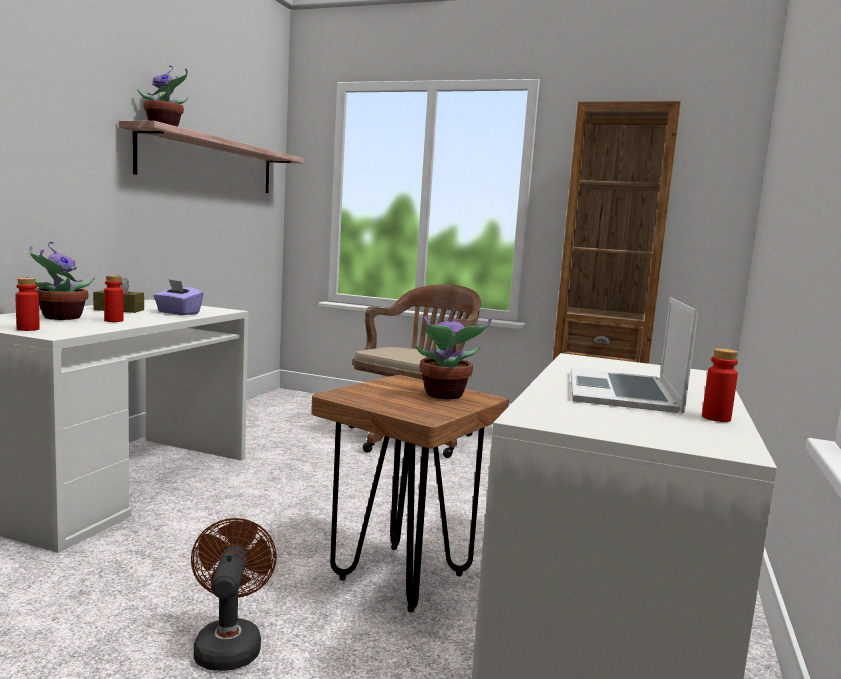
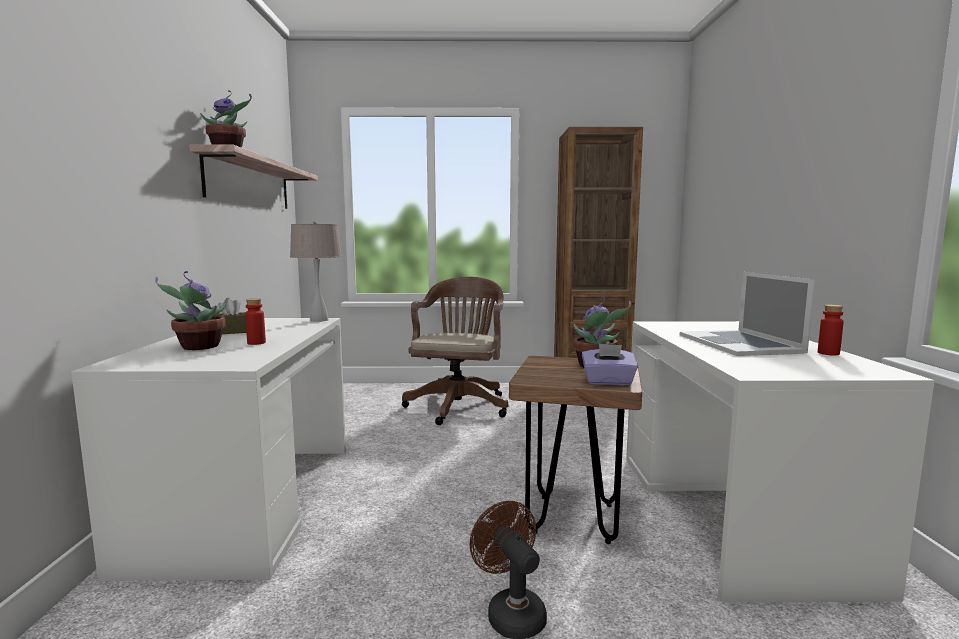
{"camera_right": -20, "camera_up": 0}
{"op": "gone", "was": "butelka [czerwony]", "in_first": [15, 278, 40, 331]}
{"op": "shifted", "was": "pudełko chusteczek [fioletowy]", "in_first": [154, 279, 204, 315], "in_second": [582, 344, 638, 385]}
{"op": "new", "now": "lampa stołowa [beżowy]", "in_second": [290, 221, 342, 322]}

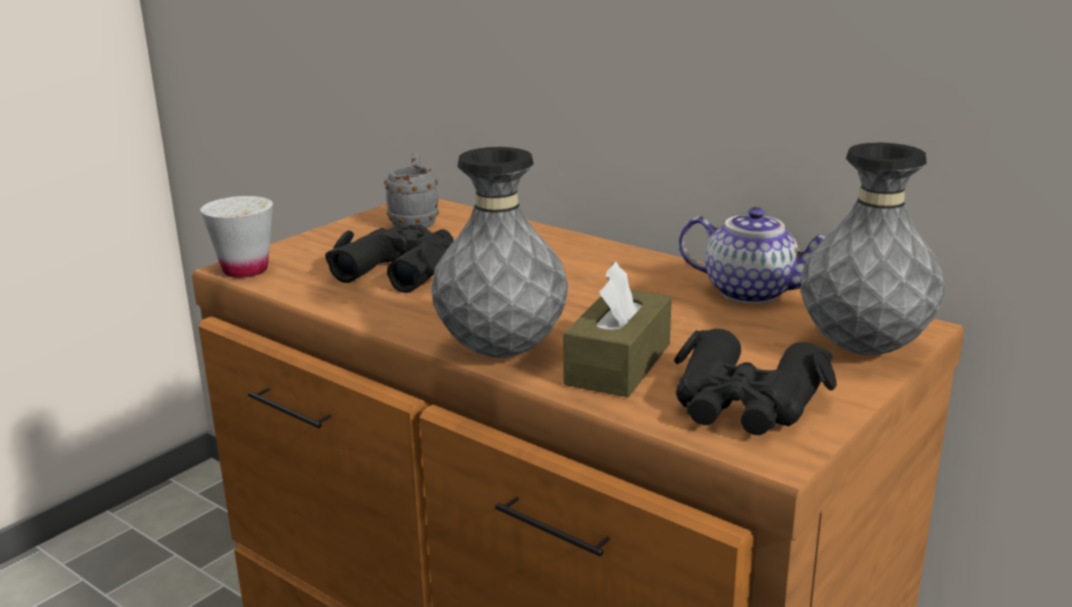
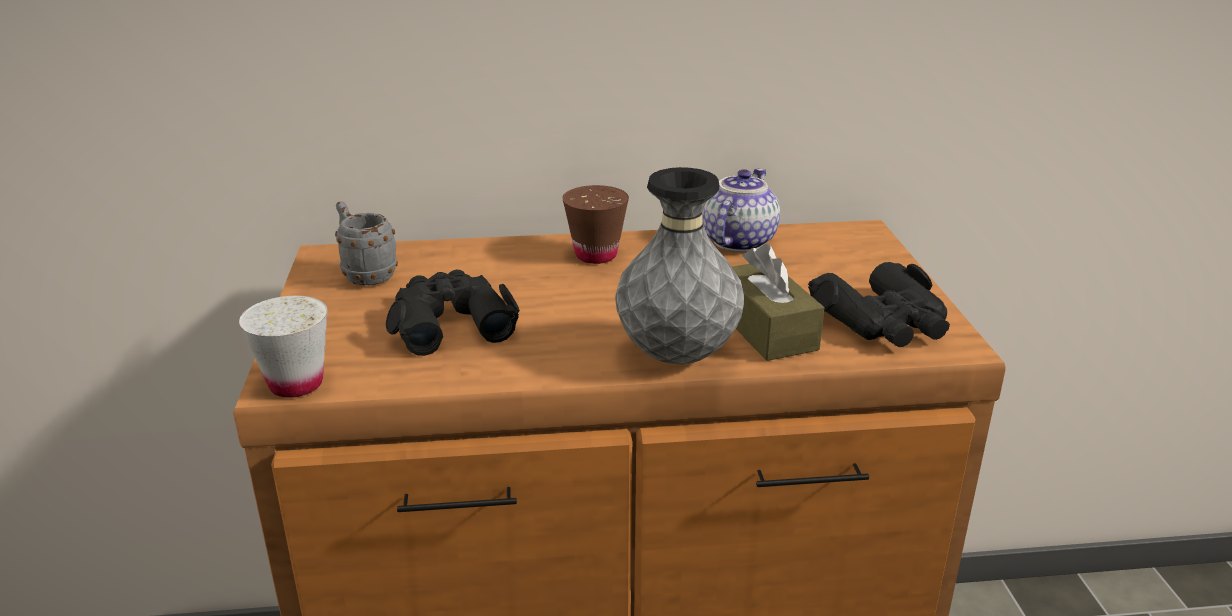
{"camera_right": -45, "camera_up": 5}
{"op": "rotated", "was": "imbryk", "in_first": [679, 207, 826, 304], "in_second": [702, 169, 780, 252], "clockwise": -45}
{"op": "gone", "was": "wazon [szary]", "in_first": [801, 143, 945, 355]}
{"op": "new", "now": "filiżanka [brązowy]", "in_second": [562, 185, 629, 264]}

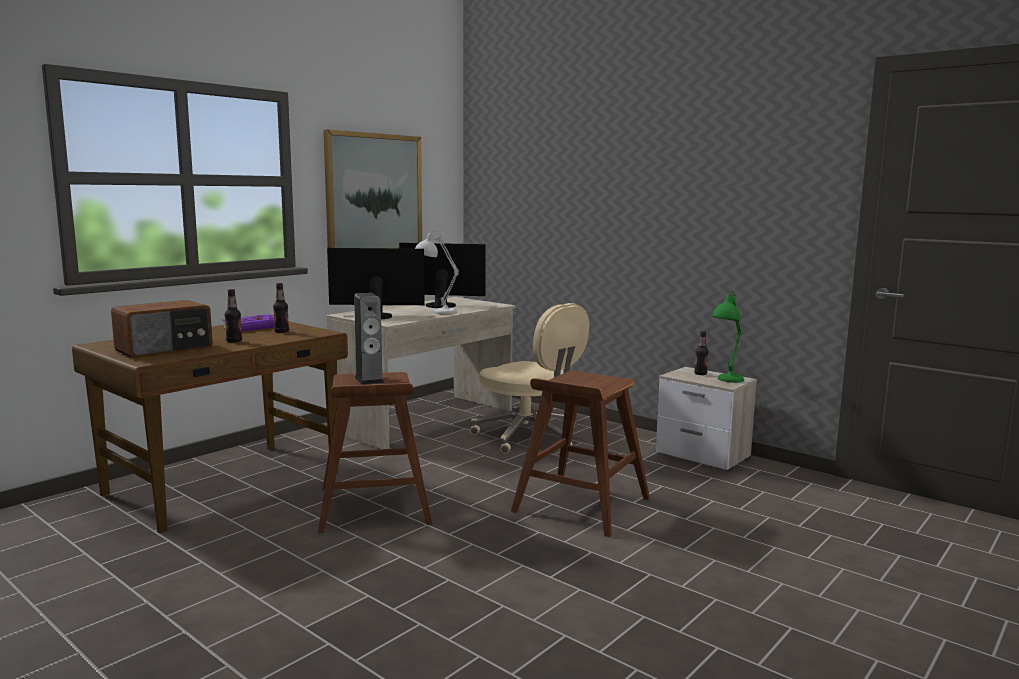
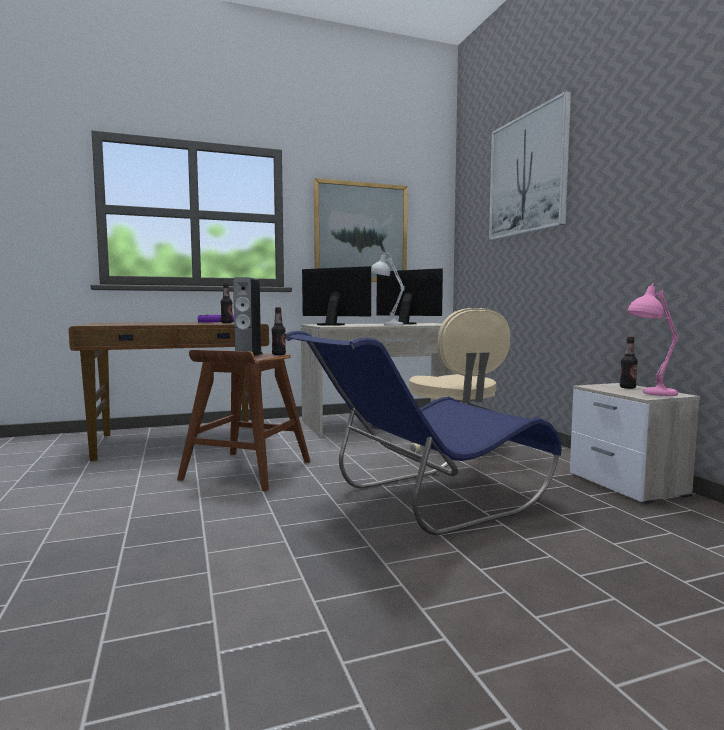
{"camera_right": 30, "camera_up": -5}
{"op": "gone", "was": "radio", "in_first": [111, 300, 213, 359]}
{"op": "shifted", "was": "butelka", "in_first": [225, 289, 242, 343], "in_second": [272, 307, 286, 355]}
{"op": "swapped", "was": "stołek [brązowy]", "now": "krzesło [niebieski]", "in_first": [511, 371, 650, 537], "in_second": [285, 331, 561, 535]}
{"op": "repainted", "was": "lampa stołowa [zielony]", "now": "lampa stołowa [różowy]", "in_first": [712, 291, 744, 383], "in_second": [627, 282, 678, 396]}
{"op": "new", "now": "obraz", "in_second": [489, 91, 571, 240]}

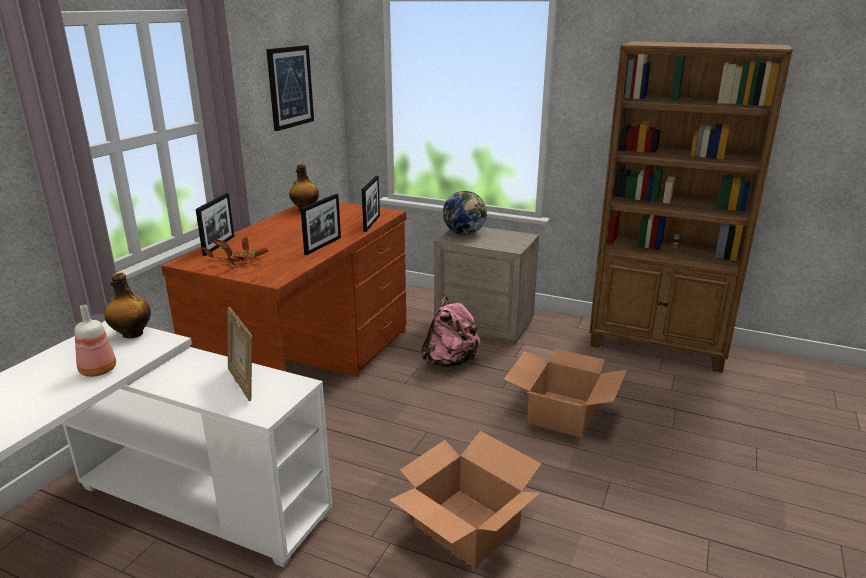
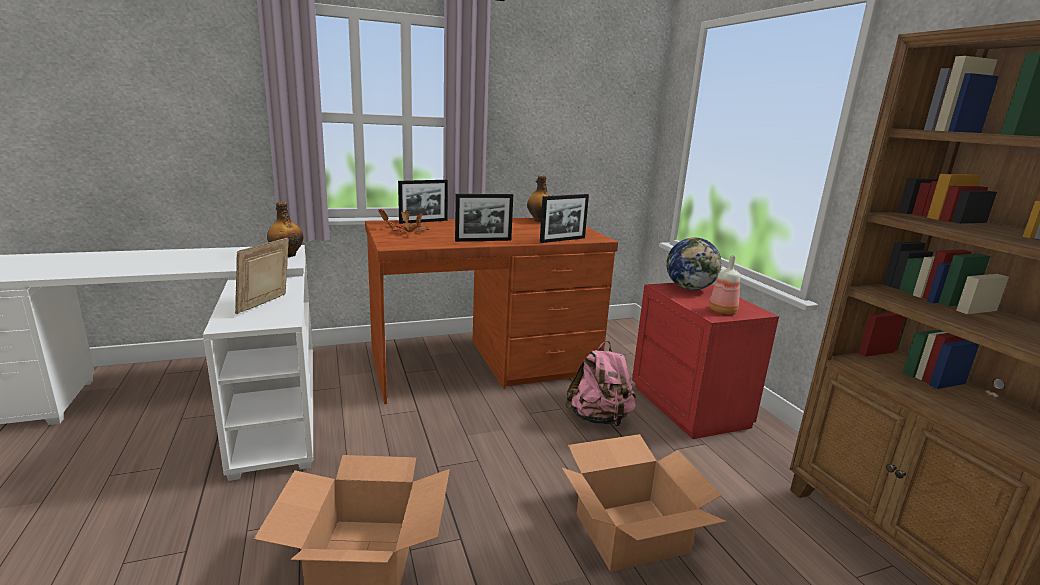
{"camera_right": 45, "camera_up": -5}
{"op": "shifted", "was": "butelka", "in_first": [74, 305, 116, 377], "in_second": [709, 255, 740, 314]}
{"op": "gone", "was": "obraz", "in_first": [266, 45, 314, 131]}
{"op": "repainted", "was": "szafka nocna [beżowy]", "now": "szafka nocna [czerwony]", "in_first": [434, 227, 539, 345], "in_second": [632, 283, 779, 439]}

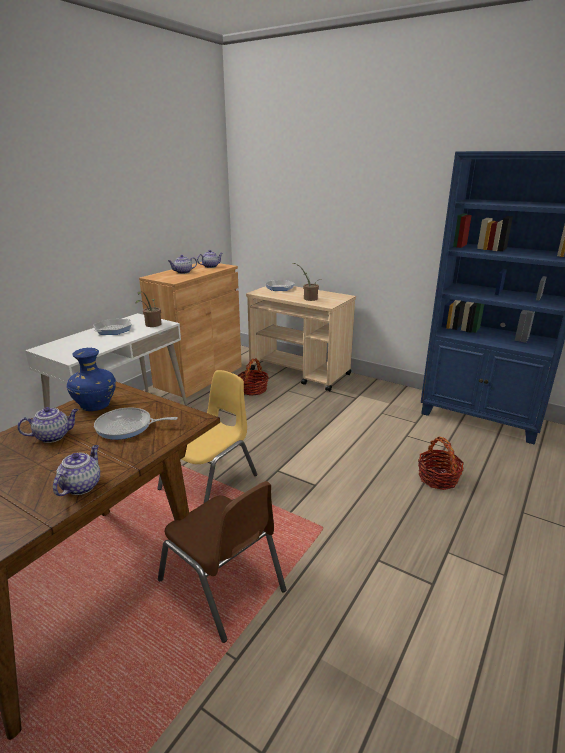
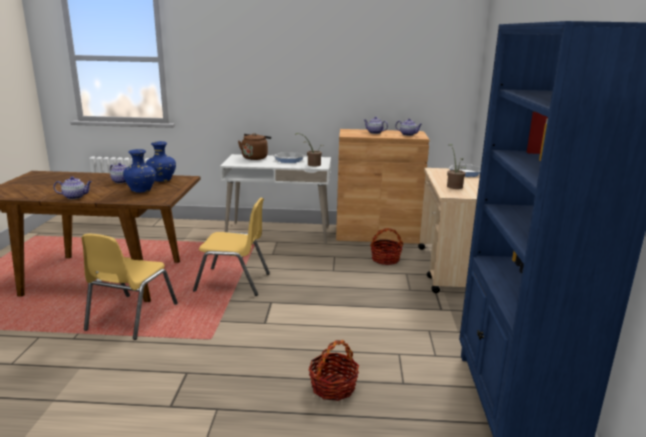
{"camera_right": 60, "camera_up": -5}
{"op": "swapped", "was": "patelnia", "now": "wazon [niebieski]", "in_first": [94, 407, 178, 440], "in_second": [123, 149, 156, 193]}
{"op": "repainted", "was": "krzesło [brązowy]", "now": "krzesło [żółty]", "in_first": [158, 481, 286, 643], "in_second": [81, 234, 178, 340]}
{"op": "new", "now": "czajnik [brązowy]", "in_second": [238, 133, 271, 160]}

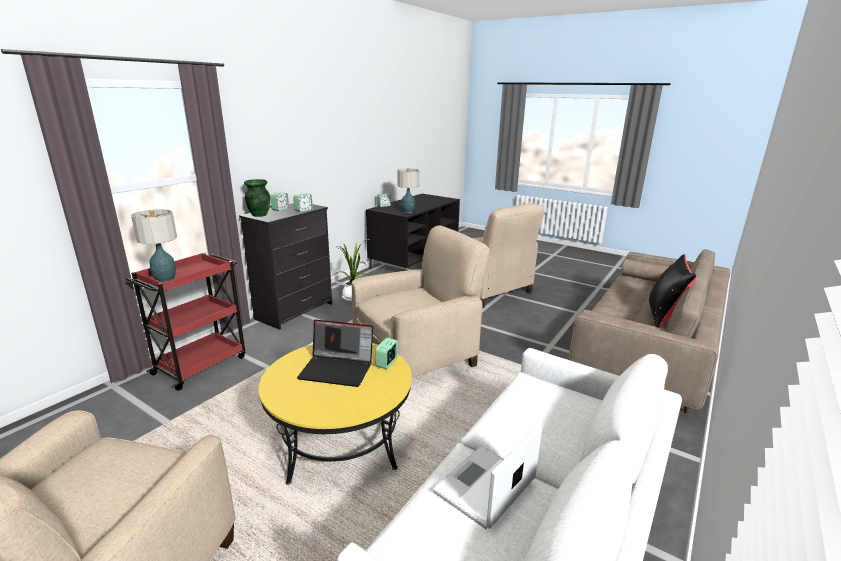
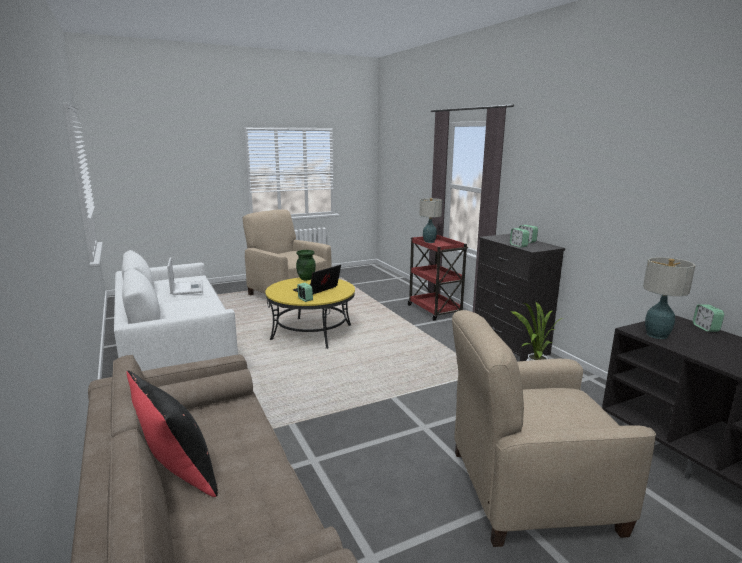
{"camera_right": 120, "camera_up": -5}
{"op": "shifted", "was": "wazon [zielony]", "in_first": [244, 179, 270, 217], "in_second": [296, 250, 316, 280]}
{"op": "gone", "was": "fotel [beżowy]", "in_first": [352, 226, 490, 377]}

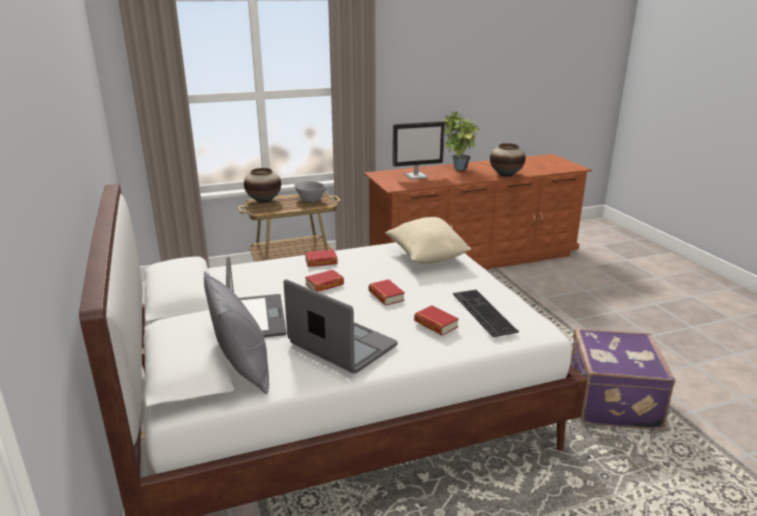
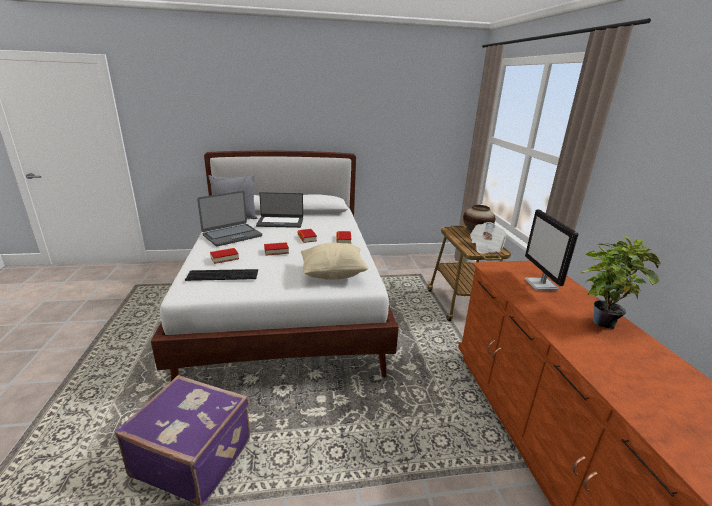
{"camera_right": 100, "camera_up": 0}
{"op": "swapped", "was": "miska [szary]", "now": "gazeta", "in_first": [294, 180, 326, 202], "in_second": [470, 222, 507, 254]}
{"op": "gone", "was": "wazon", "in_first": [490, 143, 526, 177]}

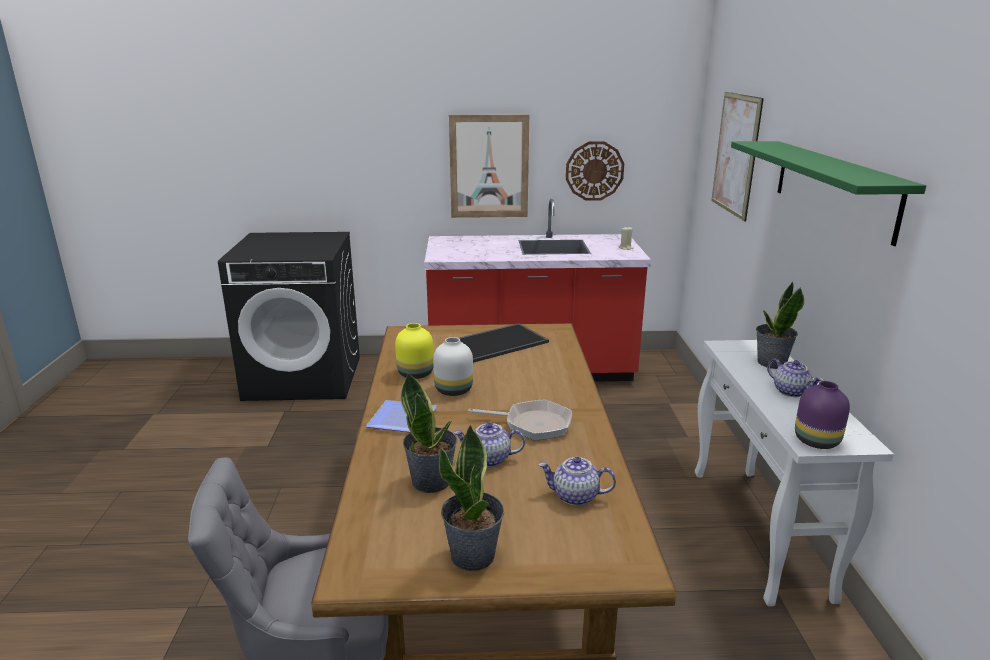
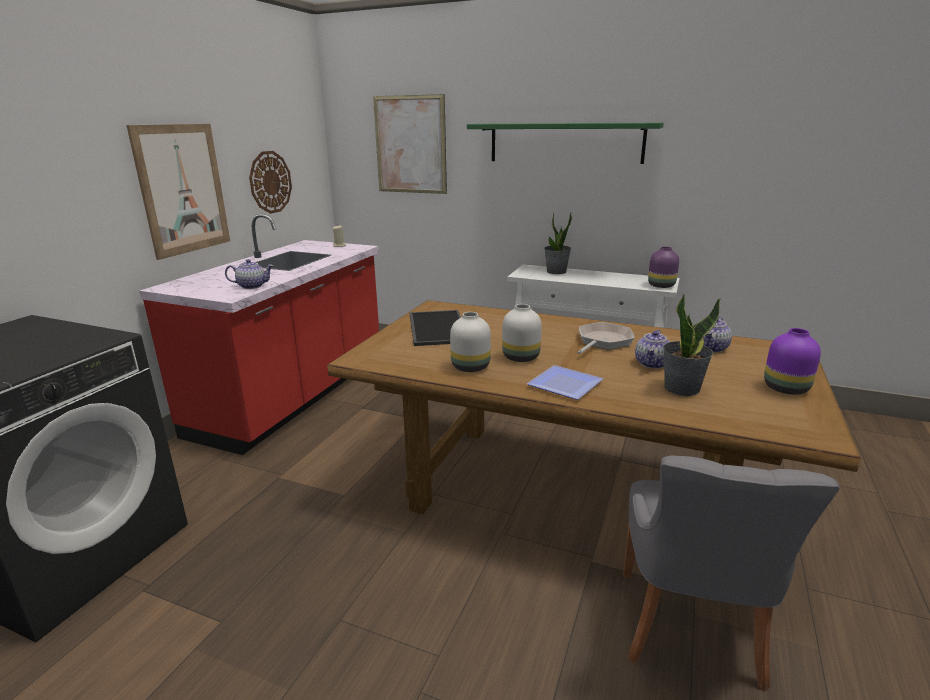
{"camera_right": -65, "camera_up": 0}
{"op": "repainted", "was": "wazon [żółty]", "now": "wazon [biały]", "in_first": [395, 323, 434, 379], "in_second": [450, 312, 491, 372]}
{"op": "swapped", "was": "roślina doniczkowa", "now": "wazon [fioletowy]", "in_first": [439, 424, 504, 571], "in_second": [764, 328, 821, 395]}
{"op": "shifted", "was": "imbryk", "in_first": [767, 358, 823, 397], "in_second": [225, 259, 274, 289]}

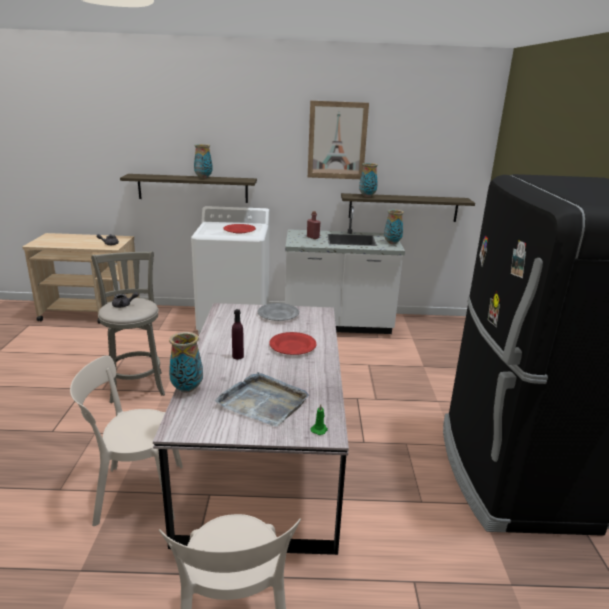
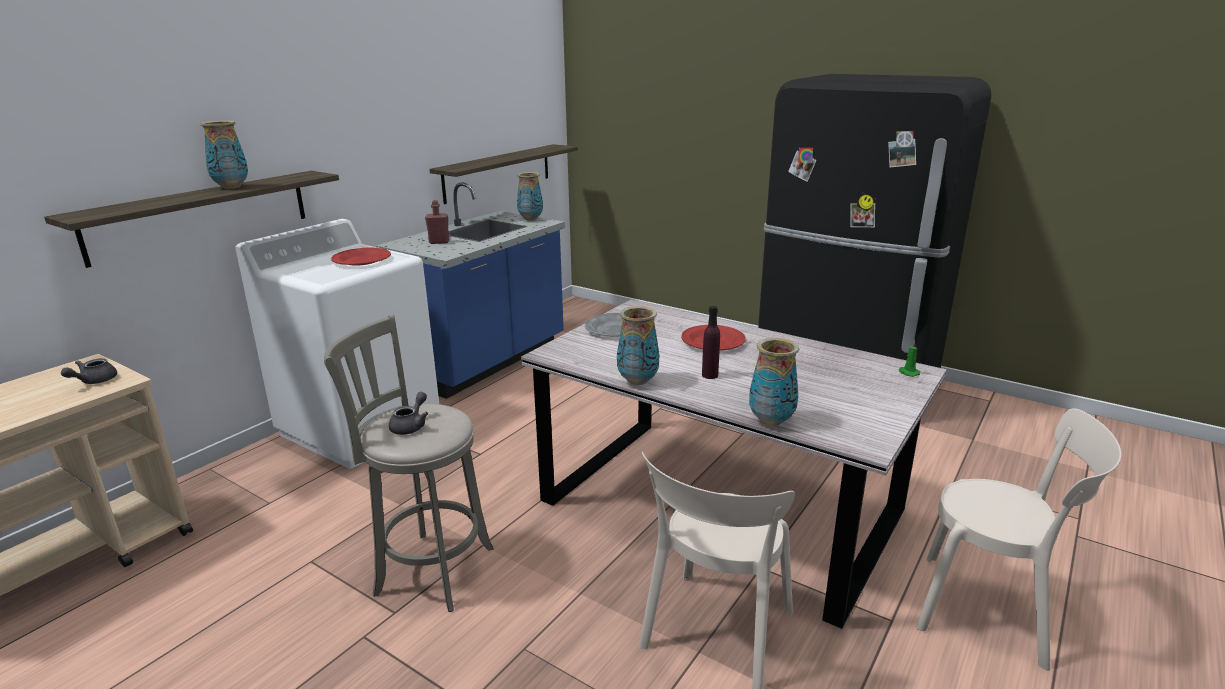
{"camera_right": -55, "camera_up": 0}
{"op": "gone", "was": "taca [szary]", "in_first": [215, 372, 309, 427]}
{"op": "repainted", "was": "zabudowa kuchenna [biały]", "now": "zabudowa kuchenna [niebieski]", "in_first": [285, 206, 405, 334], "in_second": [376, 182, 565, 399]}
{"op": "gone", "was": "obraz", "in_first": [308, 101, 369, 179]}
{"op": "shifted", "was": "wazon", "in_first": [359, 163, 378, 197], "in_second": [617, 306, 659, 385]}

